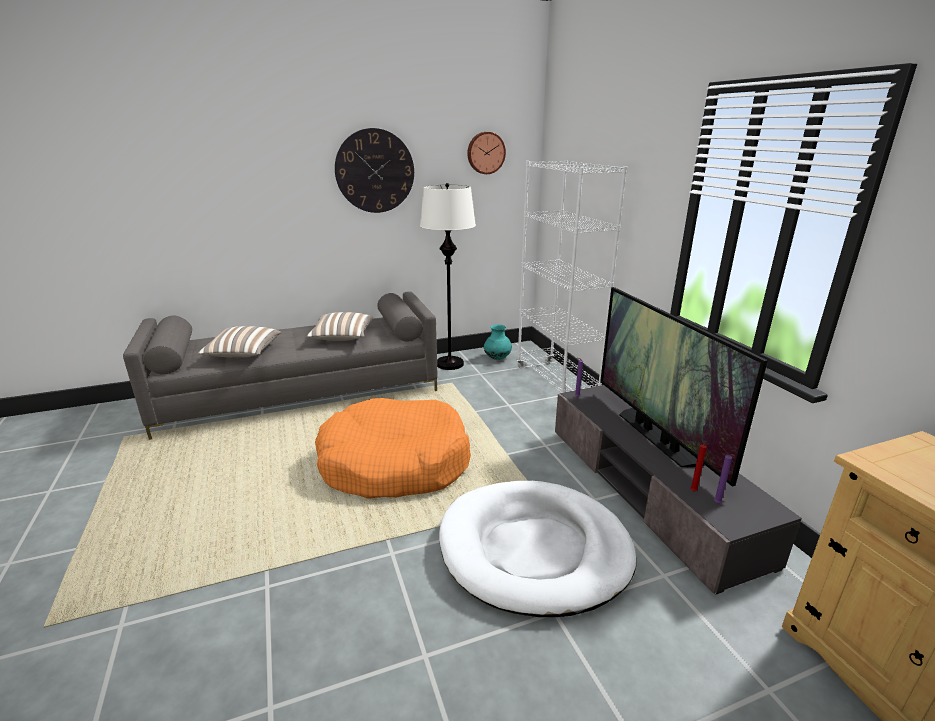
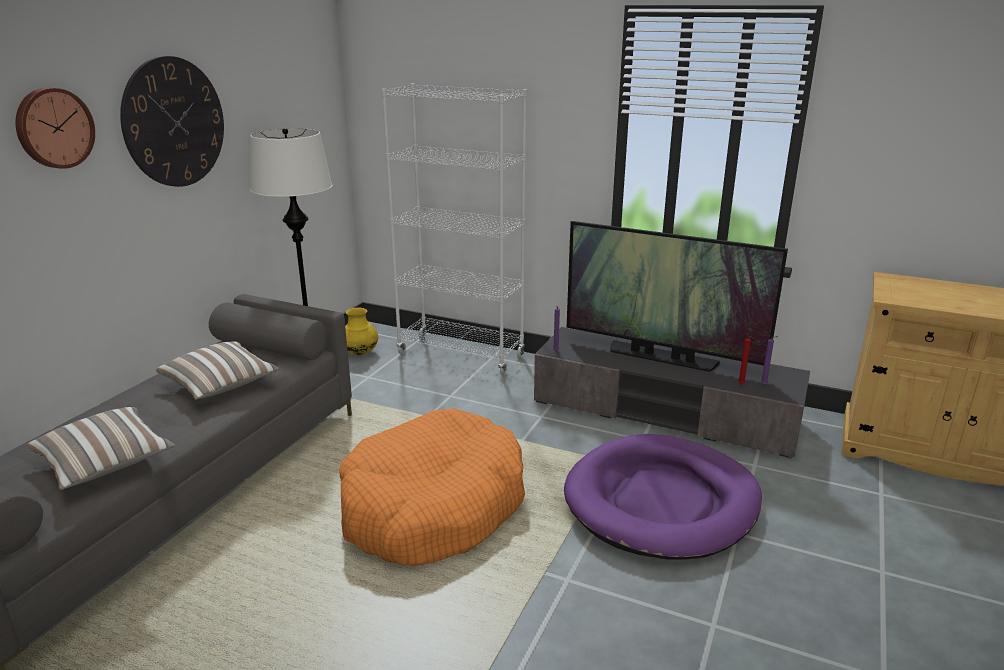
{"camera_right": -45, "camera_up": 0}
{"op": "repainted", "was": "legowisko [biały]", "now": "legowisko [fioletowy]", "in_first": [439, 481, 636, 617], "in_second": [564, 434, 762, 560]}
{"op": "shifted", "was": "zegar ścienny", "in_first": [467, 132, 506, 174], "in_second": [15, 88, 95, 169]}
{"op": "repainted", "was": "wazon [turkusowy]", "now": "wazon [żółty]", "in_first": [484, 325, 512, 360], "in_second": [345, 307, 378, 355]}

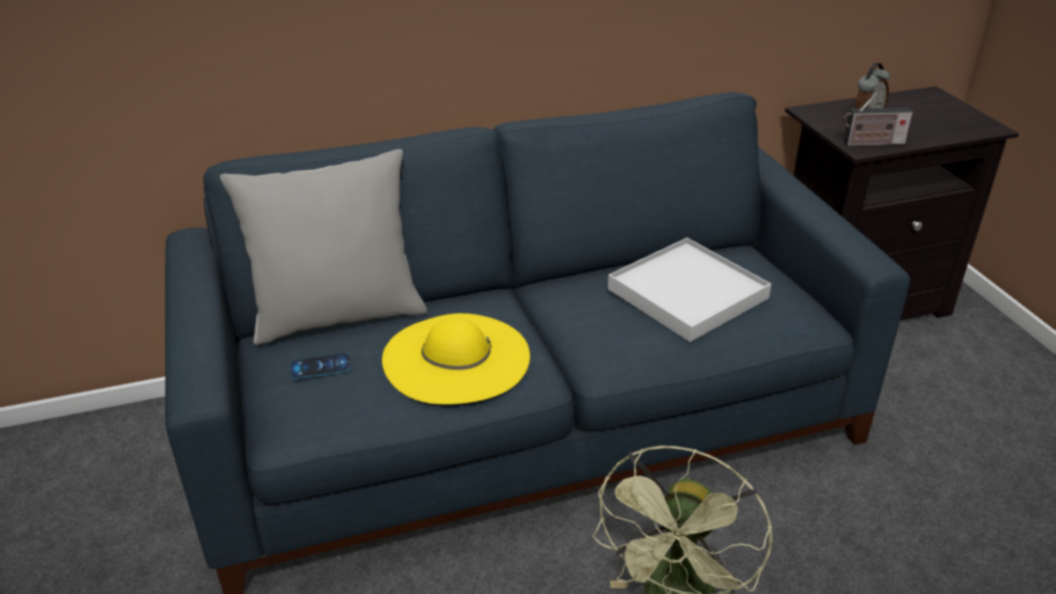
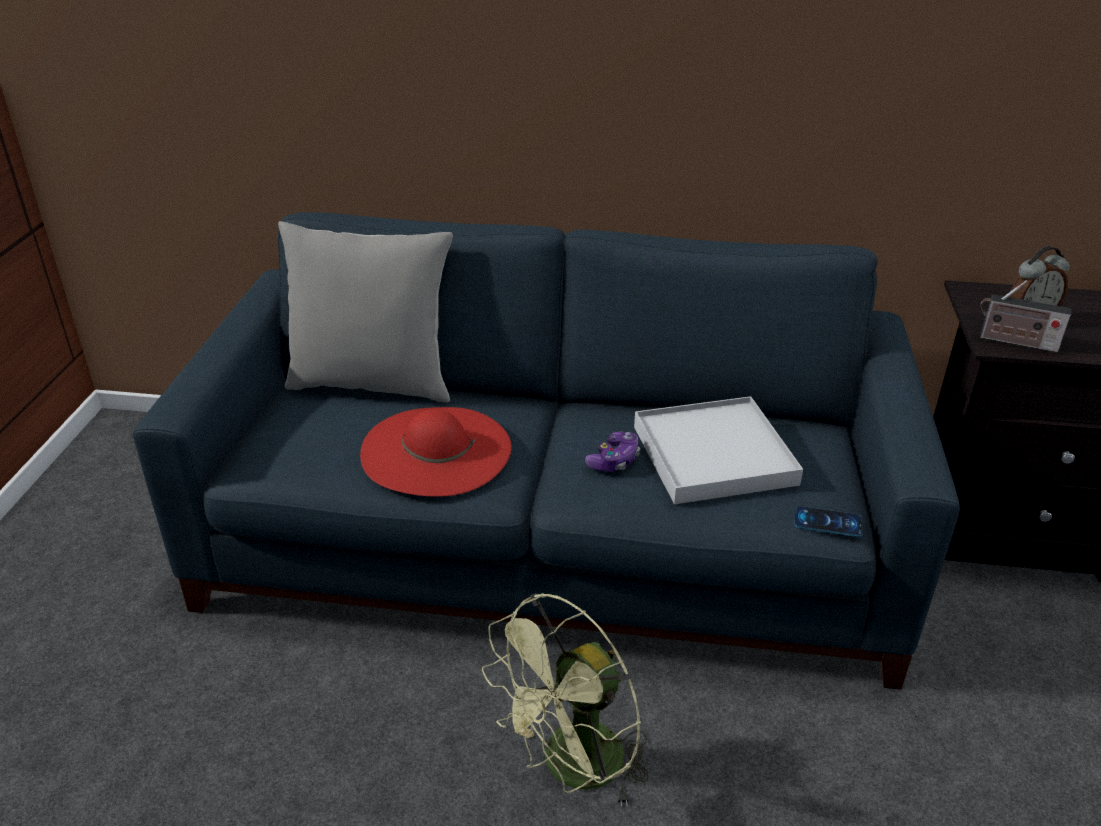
{"camera_right": 25, "camera_up": 0}
{"op": "shifted", "was": "telefon", "in_first": [290, 353, 351, 379], "in_second": [794, 506, 863, 537]}
{"op": "repainted", "was": "kapelusz [żółty]", "now": "kapelusz [czerwony]", "in_first": [382, 313, 530, 404], "in_second": [360, 407, 512, 497]}
{"op": "new", "now": "pad do gier", "in_second": [585, 431, 640, 472]}

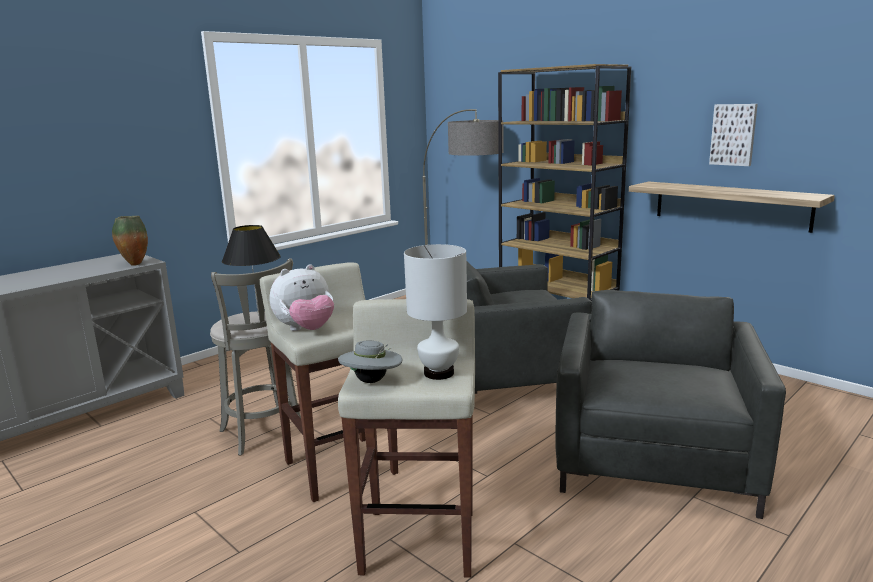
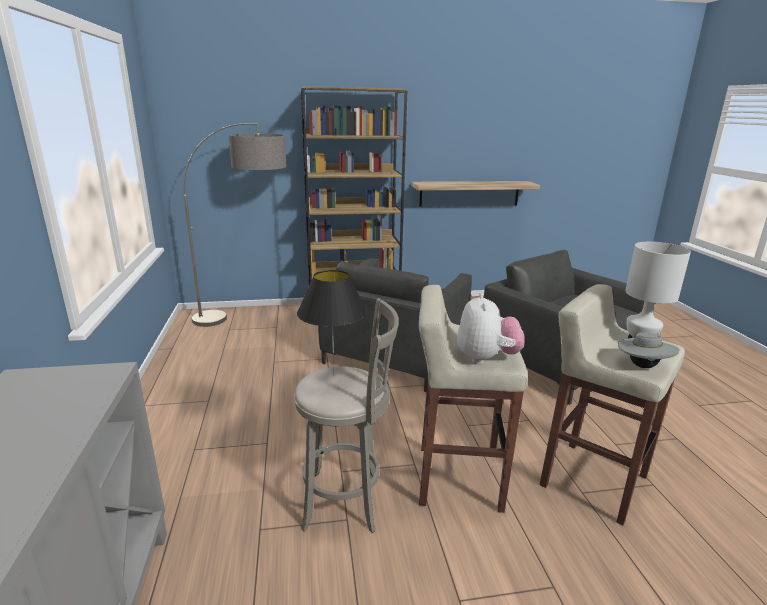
{"camera_right": -55, "camera_up": 5}
{"op": "gone", "was": "wazon", "in_first": [112, 216, 148, 266]}
{"op": "gone", "was": "obraz", "in_first": [709, 104, 758, 166]}

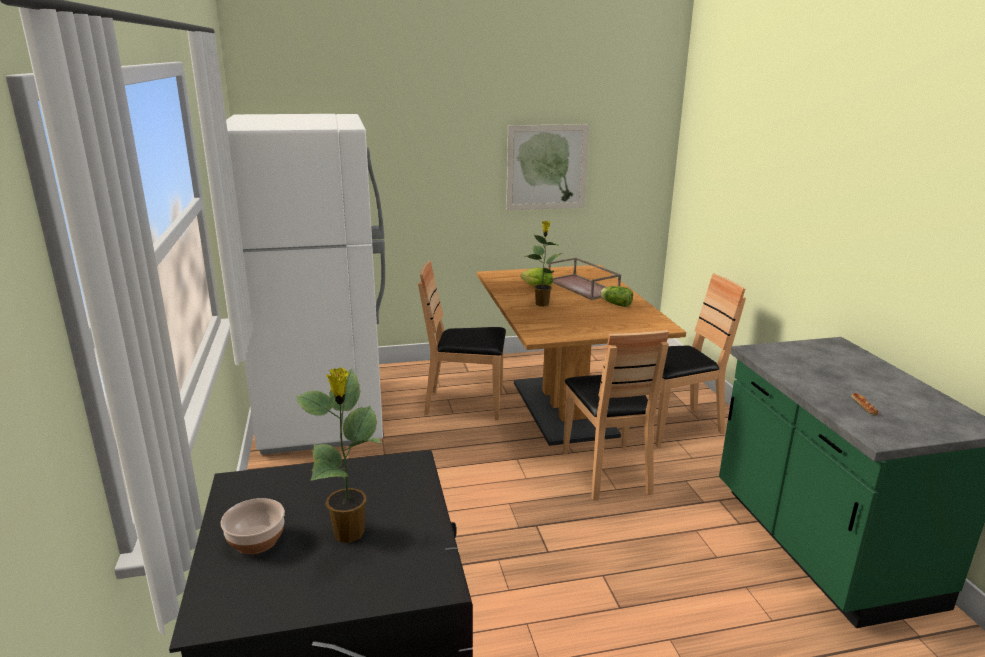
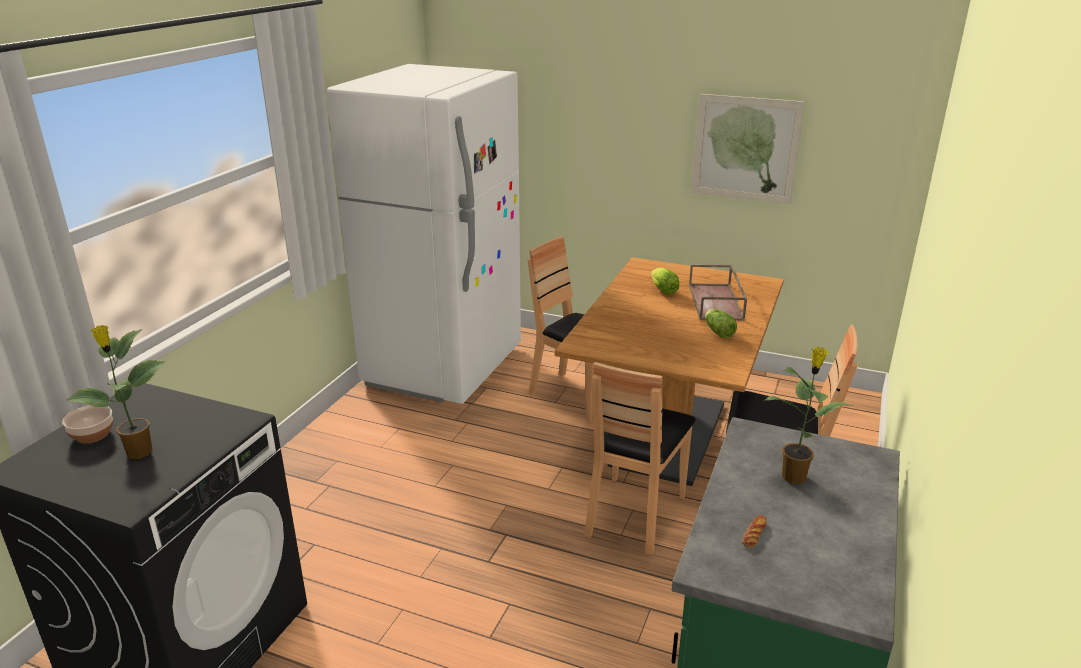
{"camera_right": 35, "camera_up": 5}
{"op": "shifted", "was": "roślina doniczkowa", "in_first": [525, 221, 562, 306], "in_second": [764, 347, 850, 484]}

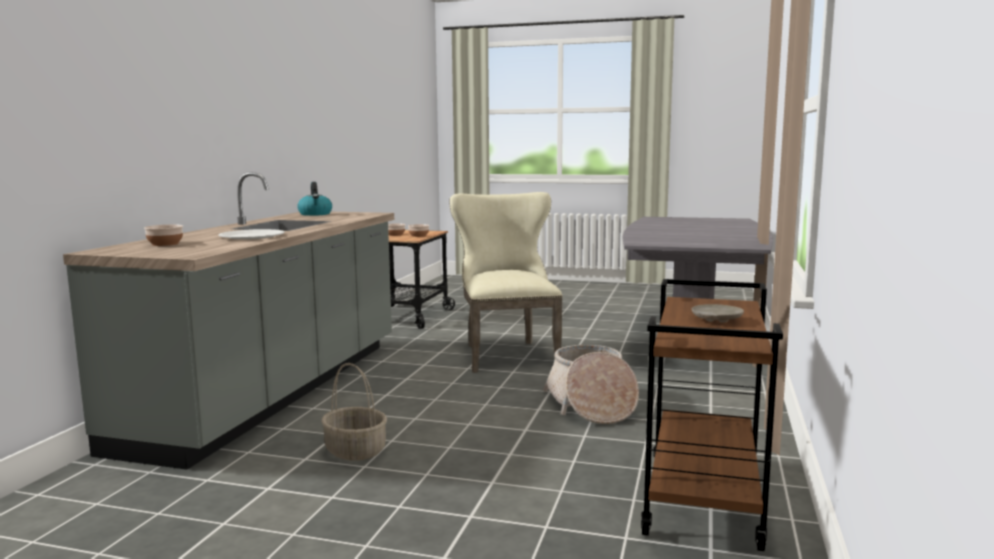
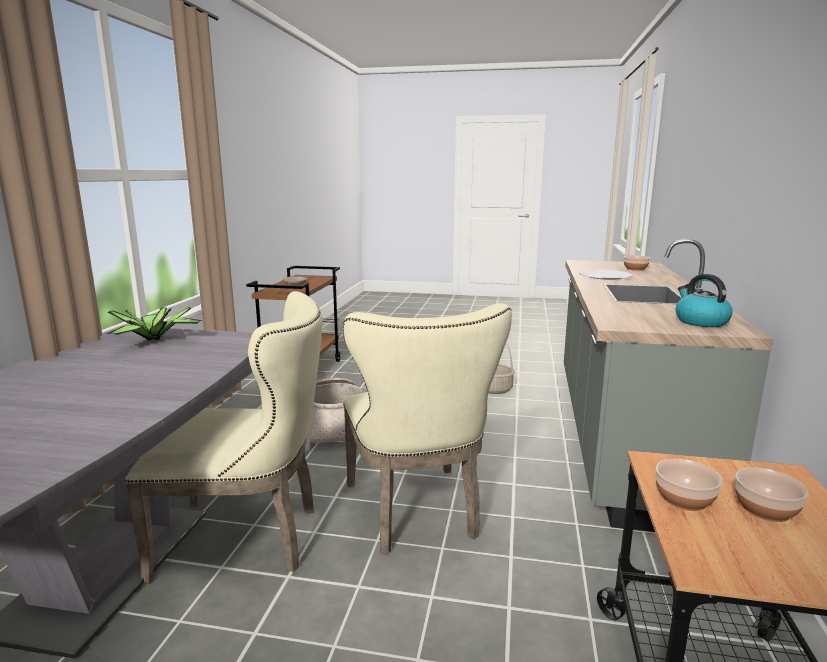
{"camera_right": 175, "camera_up": 5}
{"op": "new", "now": "roślina doniczkowa", "in_second": [106, 307, 203, 341]}
{"op": "new", "now": "krzesło [beżowy]", "in_second": [125, 291, 322, 584]}

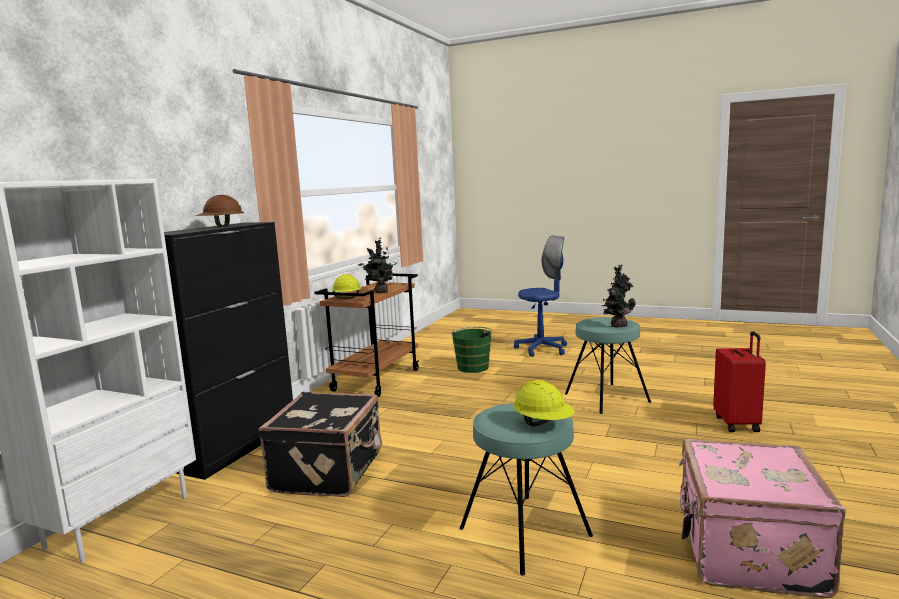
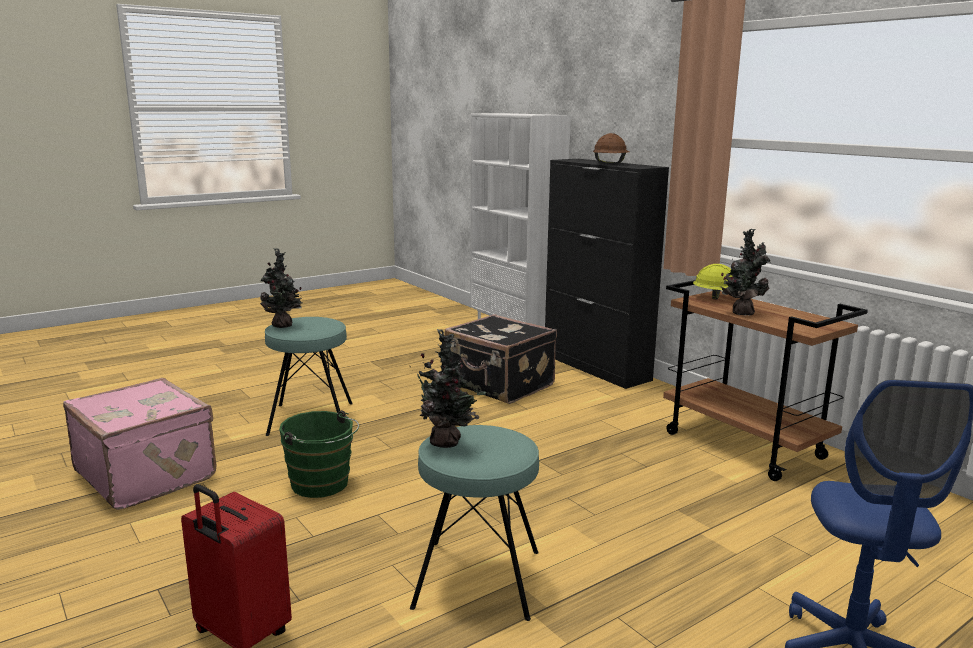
{"camera_right": 120, "camera_up": 5}
{"op": "shifted", "was": "wiadro [zielony]", "in_first": [451, 327, 494, 373], "in_second": [279, 410, 359, 498]}
{"op": "swapped", "was": "kask [żółty]", "now": "roślina doniczkowa", "in_first": [513, 380, 575, 426], "in_second": [260, 248, 302, 328]}

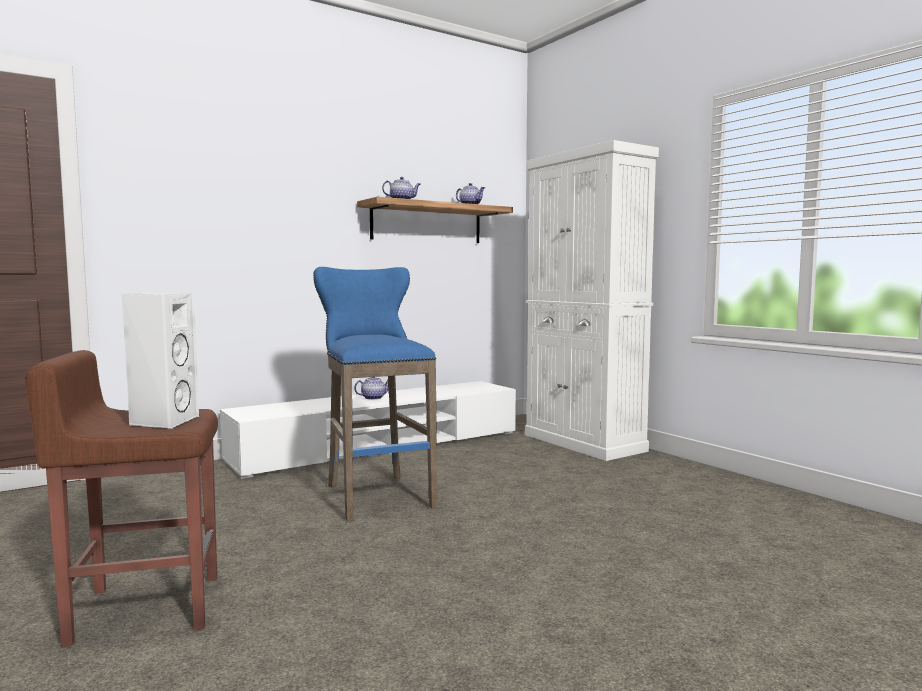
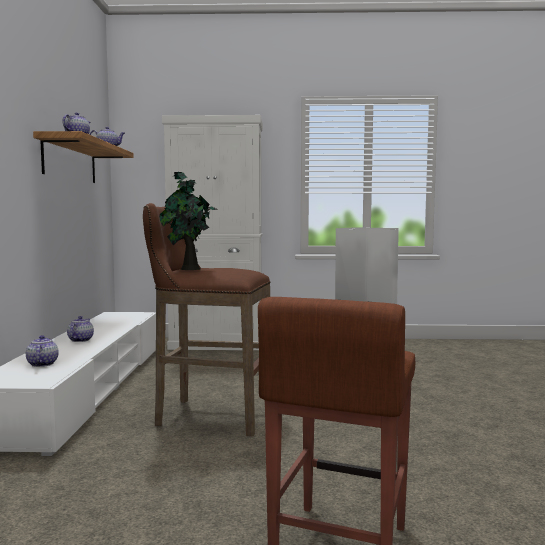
{"camera_right": -55, "camera_up": 0}
{"op": "repainted", "was": "stołek [niebieski]", "now": "stołek [brązowy]", "in_first": [313, 267, 437, 521], "in_second": [143, 203, 270, 436]}
{"op": "new", "now": "imbryk", "in_second": [26, 335, 59, 367]}
{"op": "new", "now": "roślina doniczkowa", "in_second": [159, 171, 218, 270]}

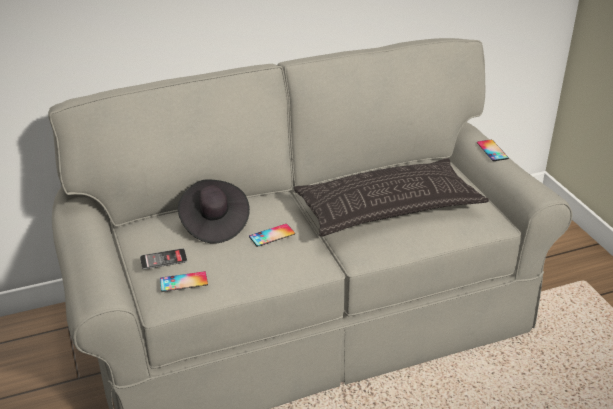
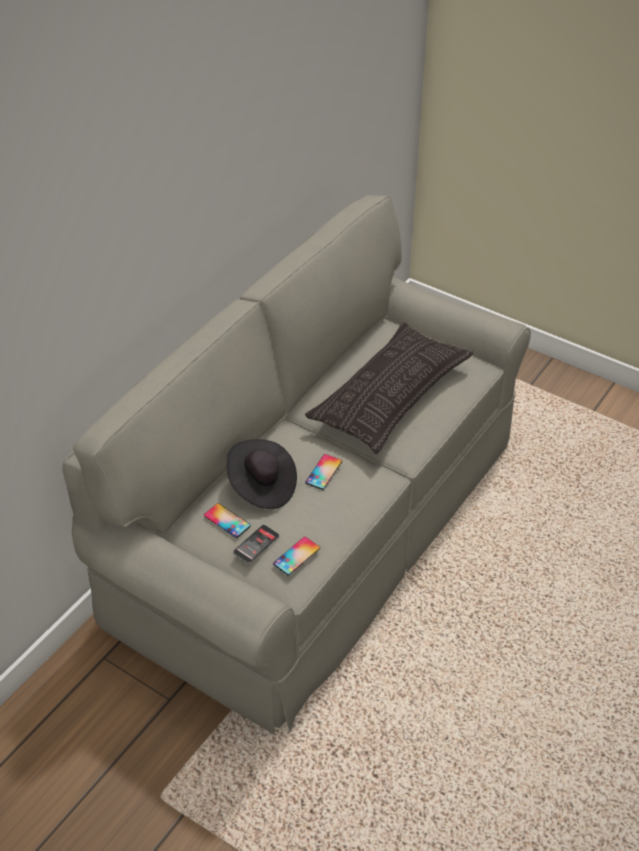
{"camera_right": -35, "camera_up": 10}
{"op": "shifted", "was": "telefon", "in_first": [477, 140, 509, 161], "in_second": [204, 503, 251, 538]}

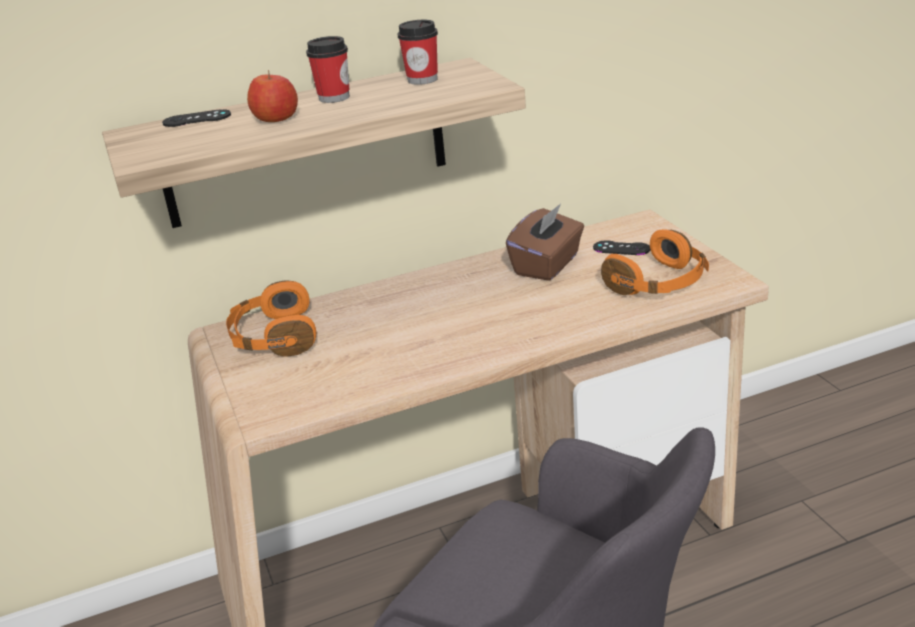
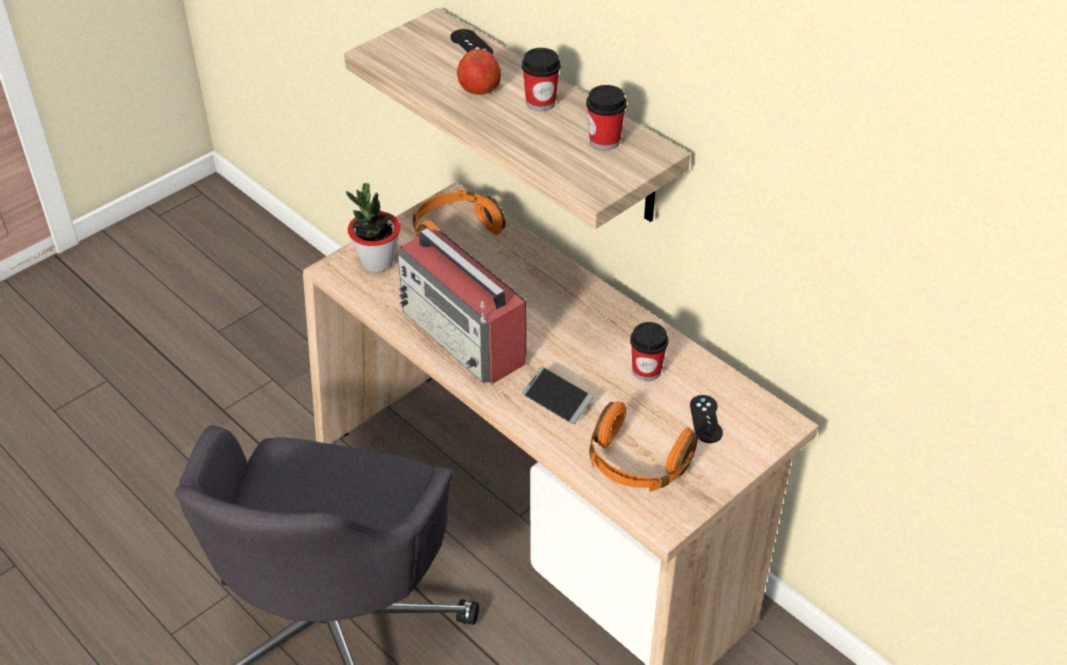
{"camera_right": 65, "camera_up": 15}
{"op": "swapped", "was": "pudełko chusteczek [brązowy]", "now": "filiżanka", "in_first": [506, 204, 584, 281], "in_second": [630, 322, 668, 381]}
{"op": "new", "now": "roślina doniczkowa", "in_second": [346, 183, 401, 272]}
{"op": "new", "now": "radio", "in_second": [398, 228, 526, 384]}
{"op": "new", "now": "telefon", "in_second": [522, 366, 593, 424]}

